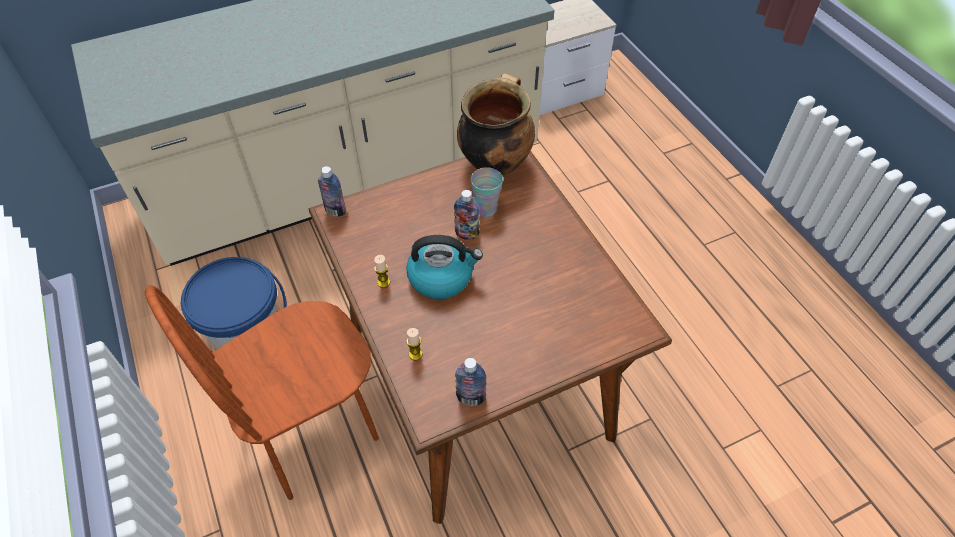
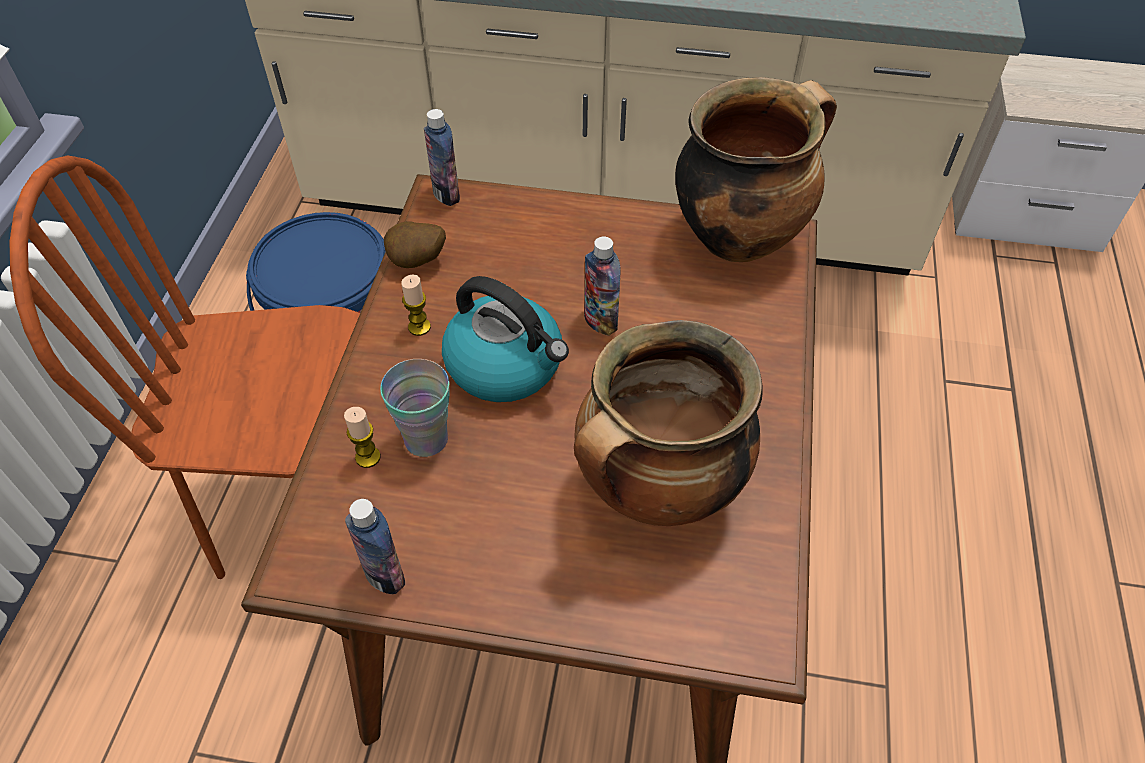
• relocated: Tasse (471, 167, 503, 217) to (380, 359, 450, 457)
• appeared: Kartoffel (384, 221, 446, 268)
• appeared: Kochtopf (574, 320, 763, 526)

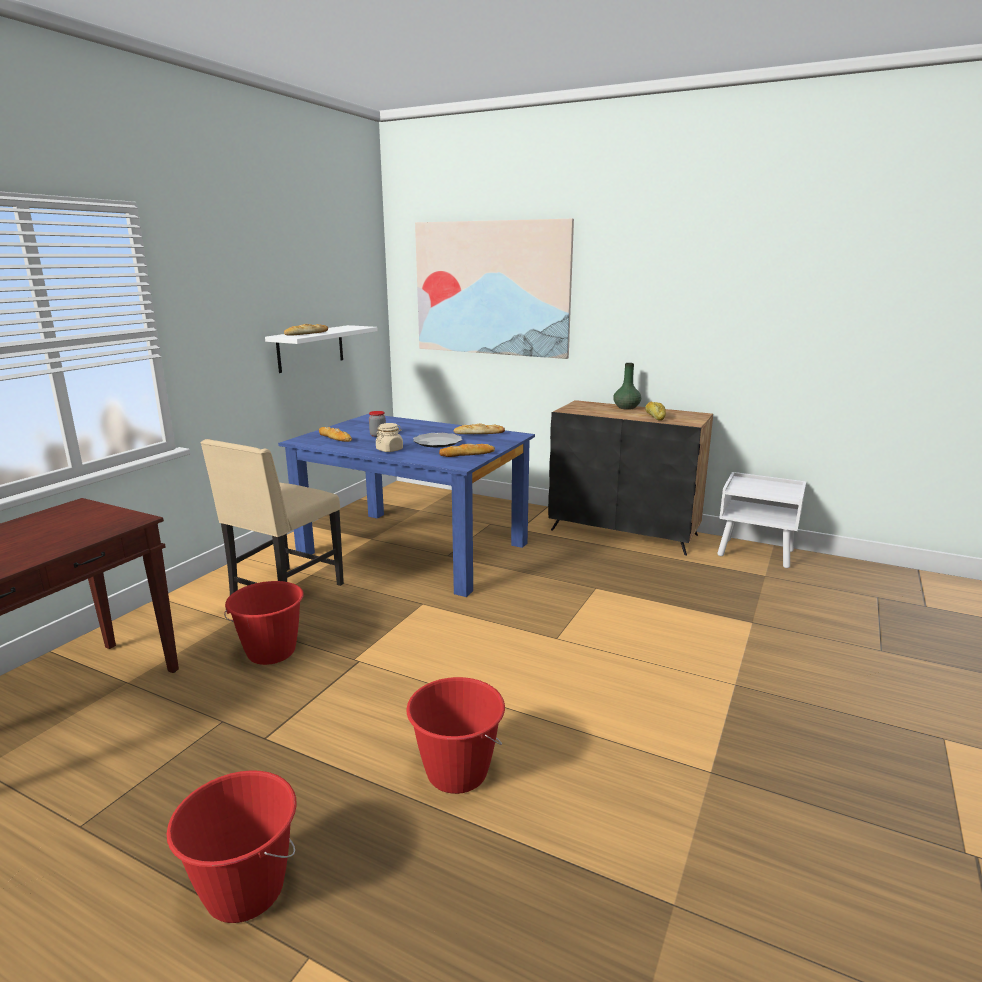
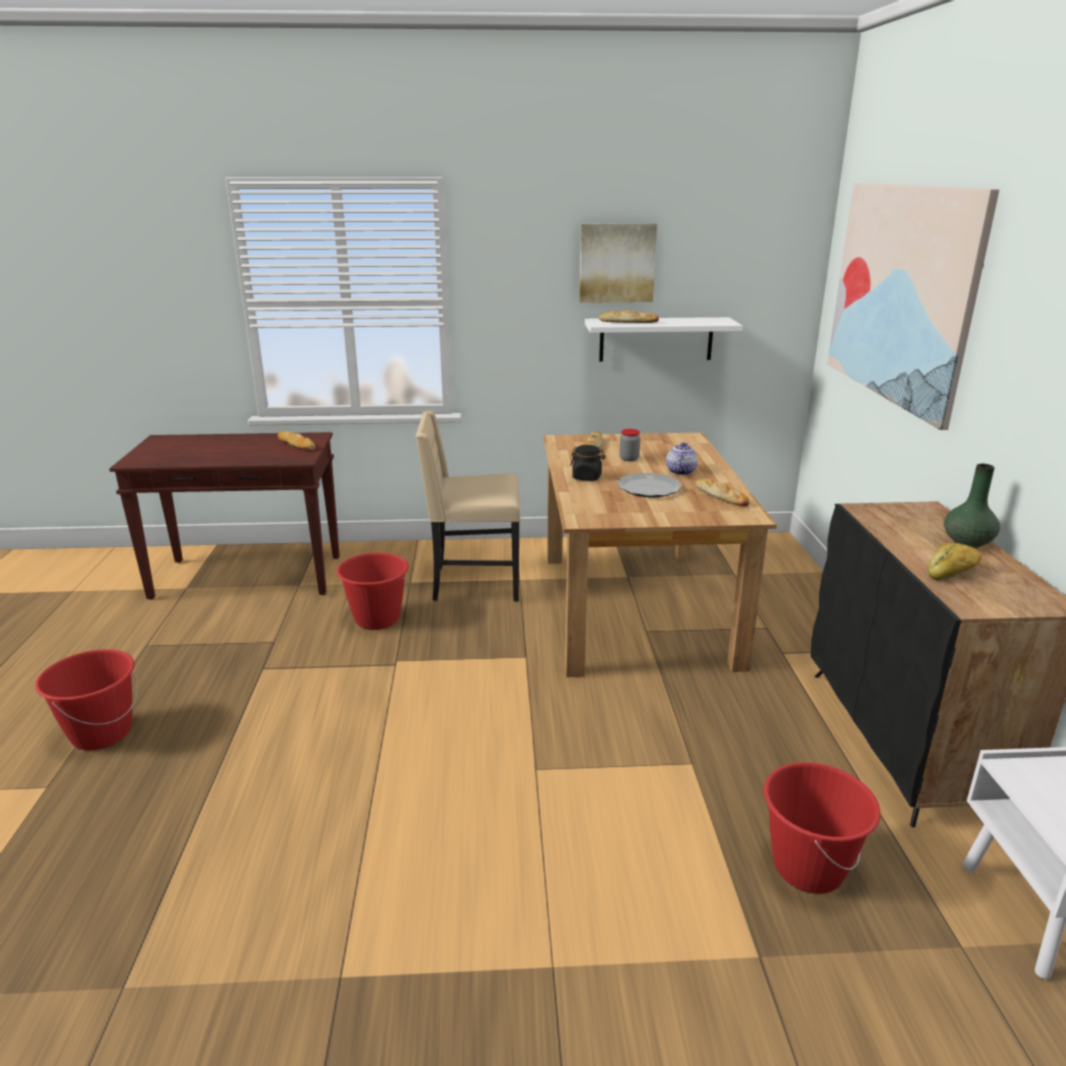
• colour: Esstisch [blau] (278, 414, 535, 597) to Esstisch [braun] (543, 433, 777, 677)
• colour: Vorratsglas [beige] (376, 423, 403, 452) to Vorratsglas [schwarz] (570, 445, 606, 481)
• relocated: Brot (439, 444, 495, 457) to (278, 431, 315, 450)
• relocated: Eimer [rot] (407, 677, 505, 794) to (764, 762, 881, 894)
• appeared: Bild (579, 223, 657, 303)
• appeared: Teekanne (666, 443, 698, 475)

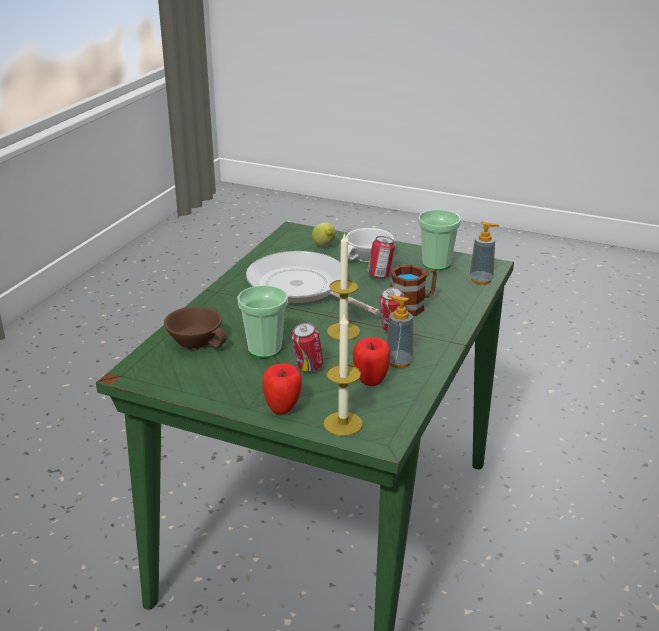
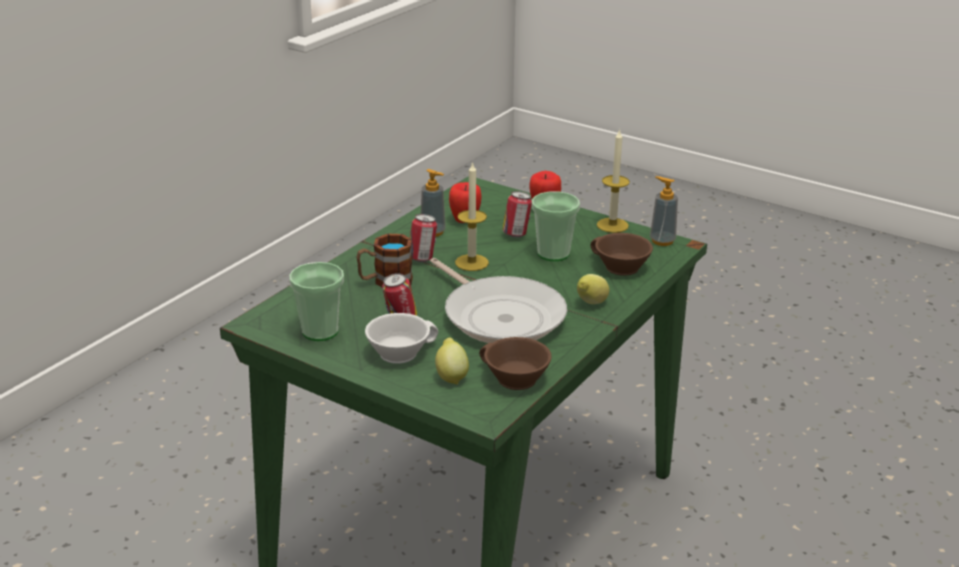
• relocated: Seifenspender (470, 221, 499, 285) to (650, 176, 678, 246)
• relocated: Kerze (324, 315, 363, 436) to (597, 129, 630, 233)
• appeared: Zitrone (577, 274, 609, 304)
• appeared: Tasse [braun] (479, 337, 552, 390)

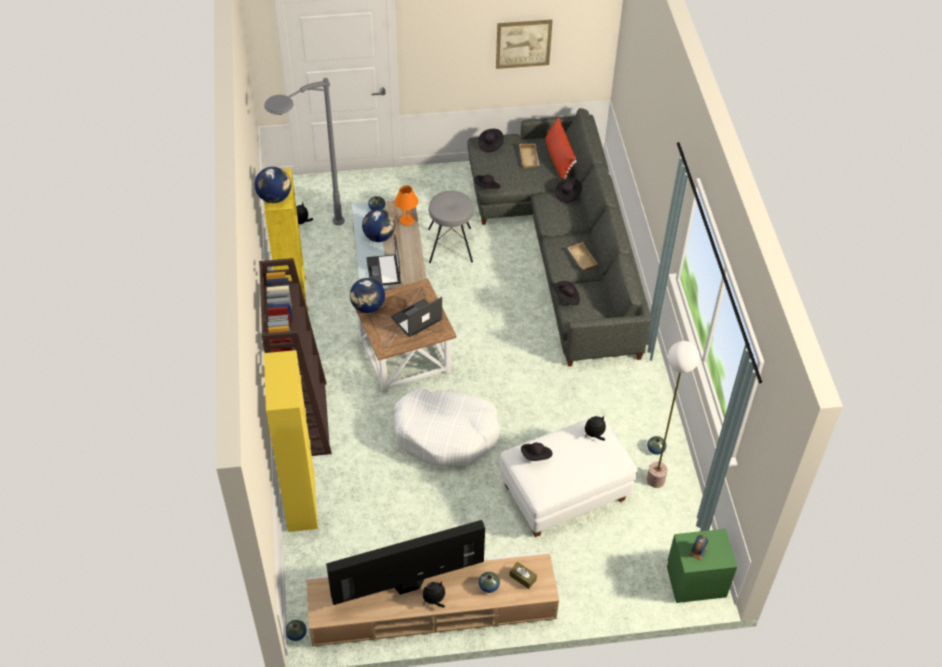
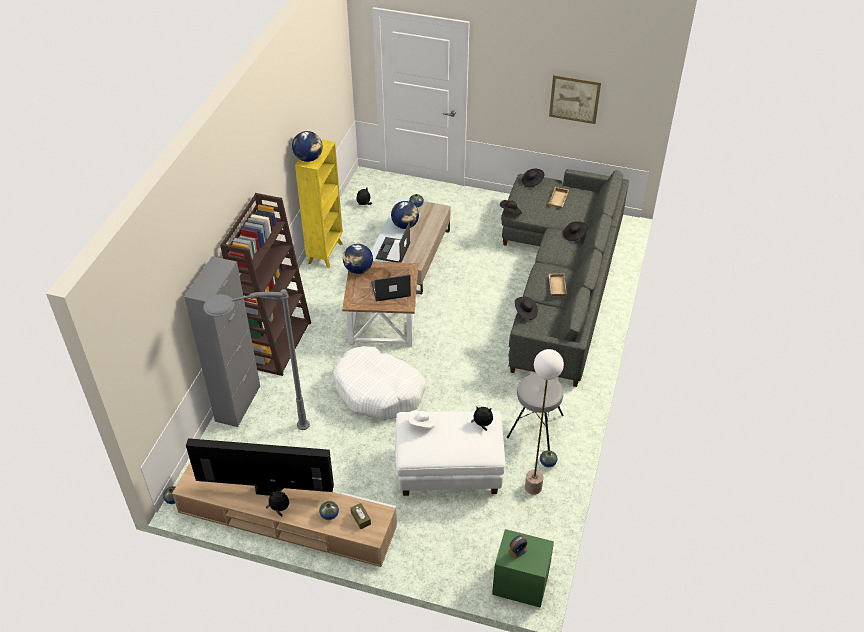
• relocated: Stehlampe [grau] (264, 78, 345, 225) to (203, 289, 310, 430)
• missing: Kissen [rot] (545, 118, 577, 179)
• missing: Tischlampe [orange] (394, 185, 418, 226)
• relocated: Hocker [grau] (428, 191, 473, 263) to (507, 373, 564, 450)
• colour: Schrank [gelb] (264, 350, 318, 532) to Schrank [grau] (184, 256, 260, 427)
• colour: Hut [schwarz] (521, 442, 553, 461) to Hut [weiß] (408, 410, 437, 428)

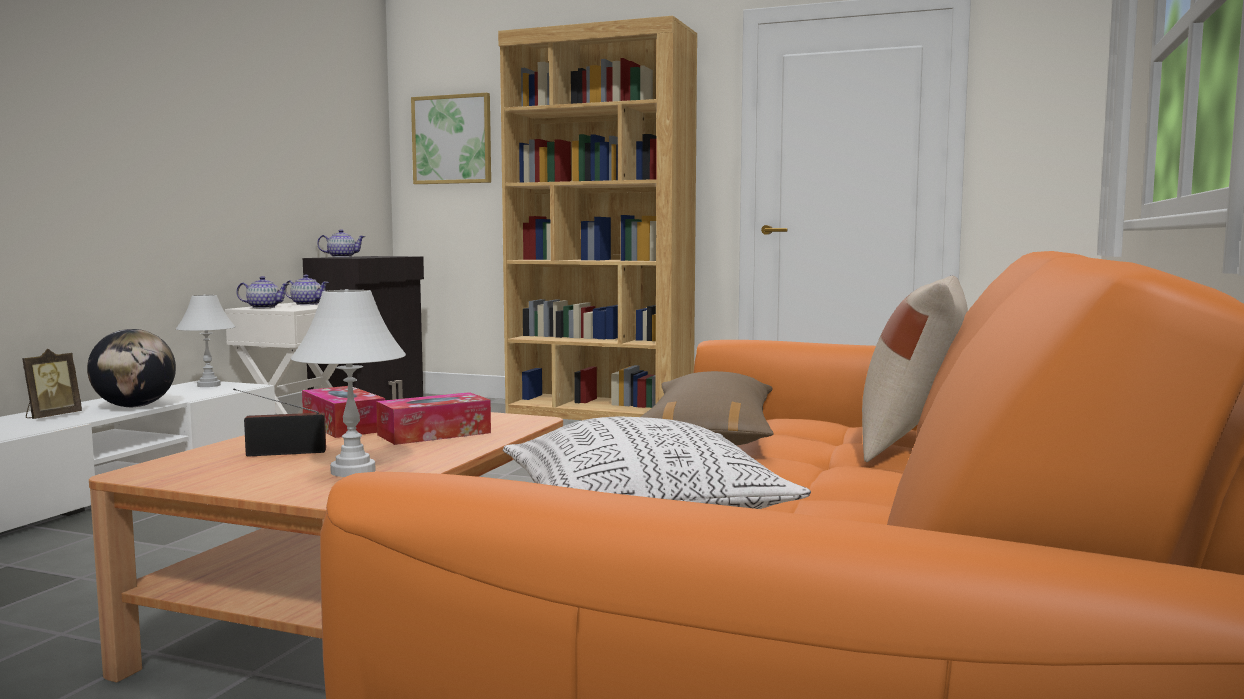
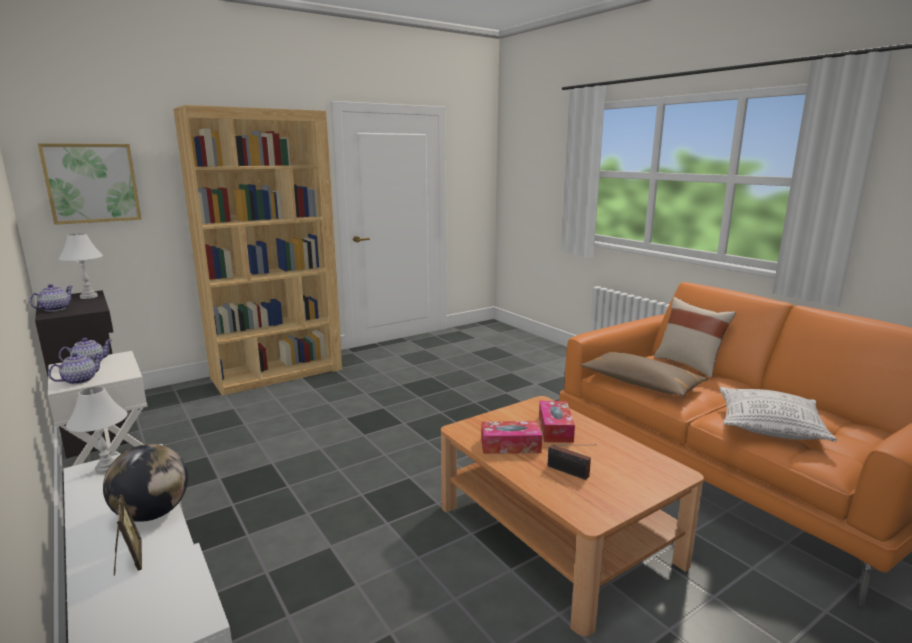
• relocated: Tischlampe [weiß] (290, 289, 406, 477) to (58, 233, 104, 299)
• spun: Radio (233, 389, 326, 457) = (548, 445, 591, 480) 75 degrees counterclockwise

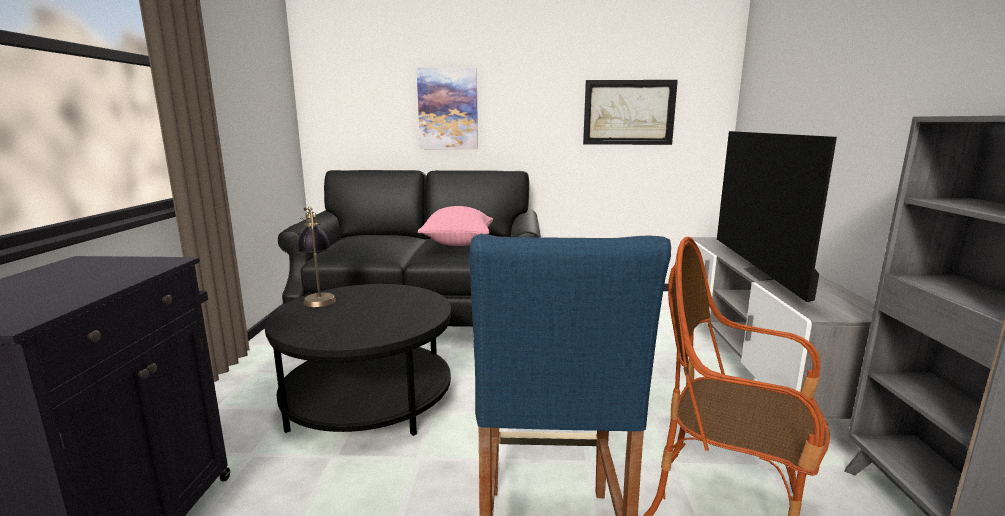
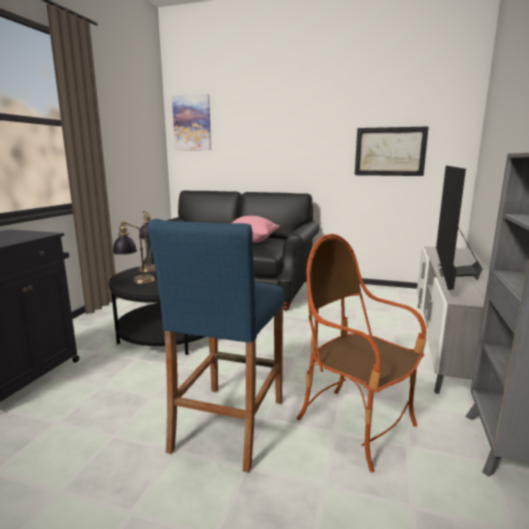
• relocated: Bild (417, 68, 478, 149) to (172, 94, 211, 151)
• appeared: Tischlampe (113, 220, 155, 284)

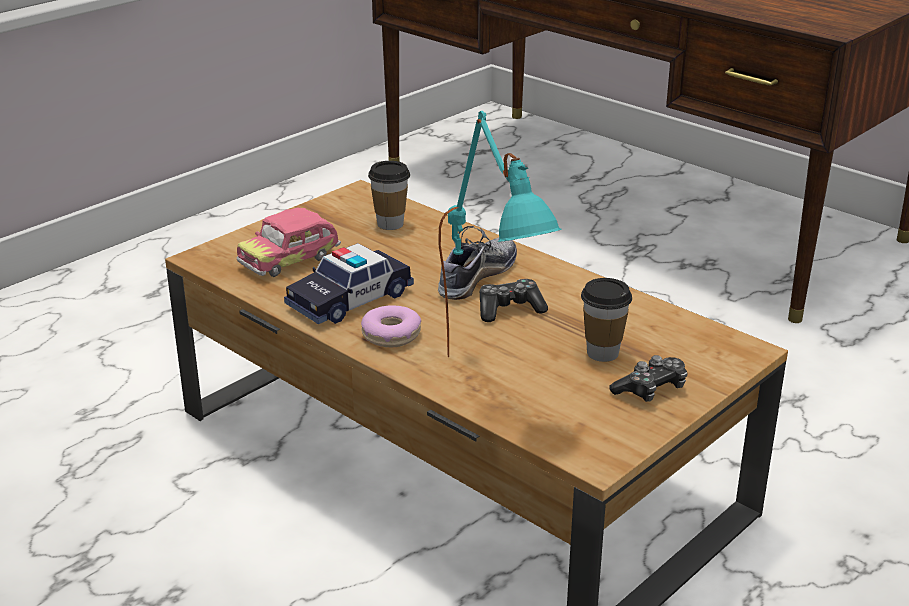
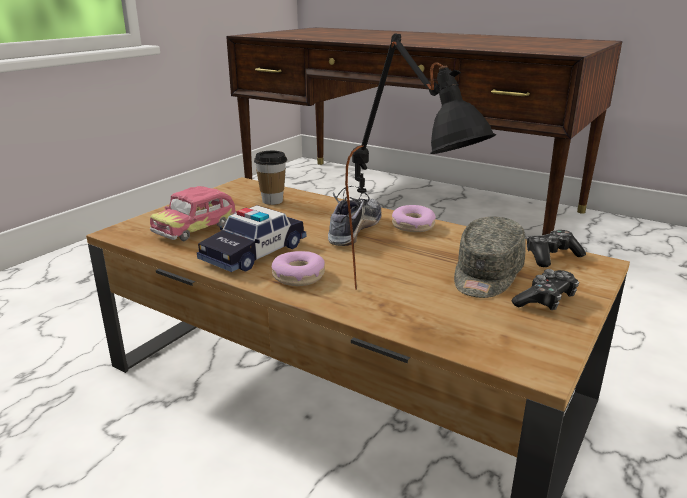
• colour: Tischlampe [türkis] (438, 111, 561, 357) to Tischlampe [schwarz] (345, 34, 496, 290)
• exchanged: Tasse (581, 278, 632, 362) to Kappe [grau] (454, 217, 526, 298)
• relocated: Gamepad (480, 279, 548, 322) to (527, 230, 586, 267)
• appeared: Donut (392, 205, 436, 232)

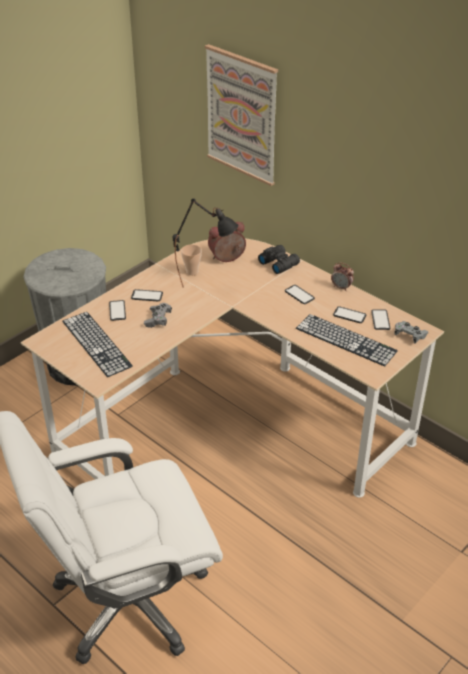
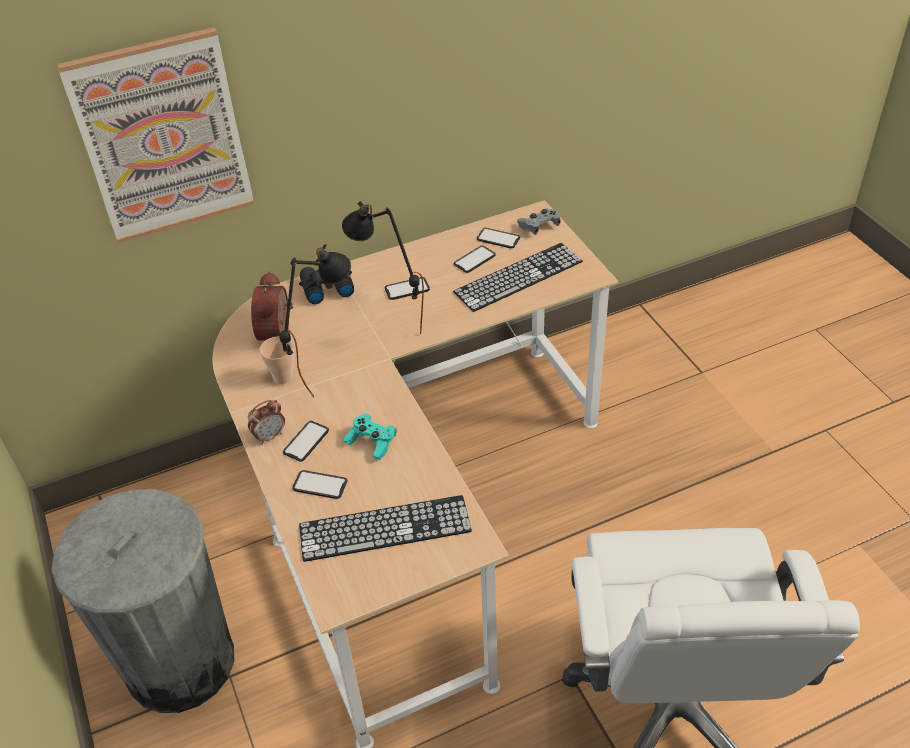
• relocated: Wecker (331, 262, 354, 291) to (248, 400, 285, 444)
• colour: Gamepad [grau] (144, 303, 172, 328) to Gamepad [türkis] (343, 414, 397, 460)
• appeared: Tischlampe [schwarz] (342, 201, 424, 334)

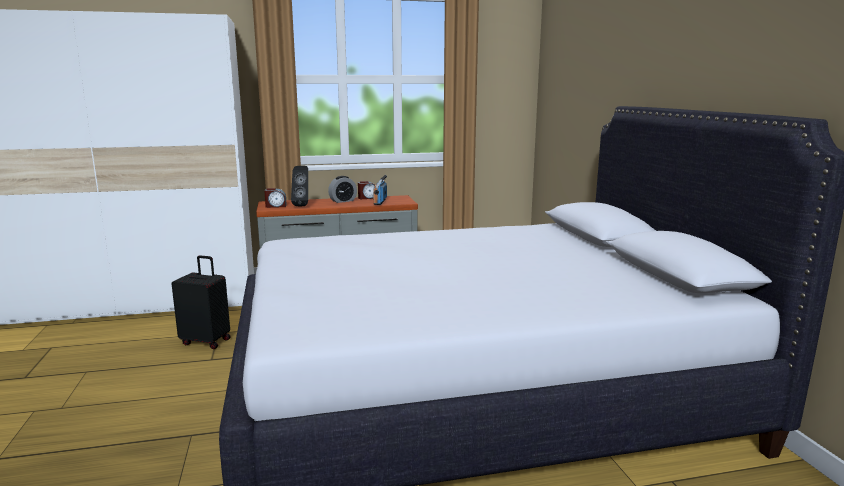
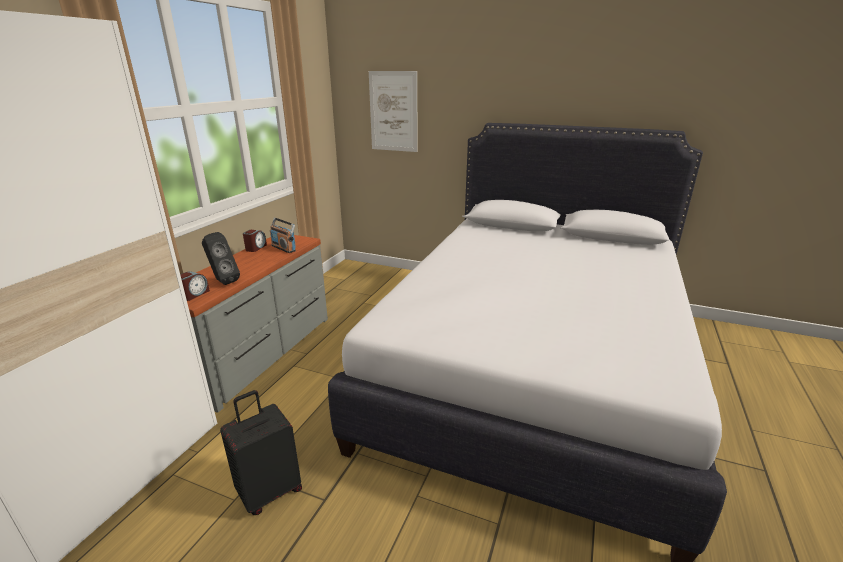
• missing: Wecker (328, 176, 357, 203)
• appeared: Bild (369, 71, 418, 152)

